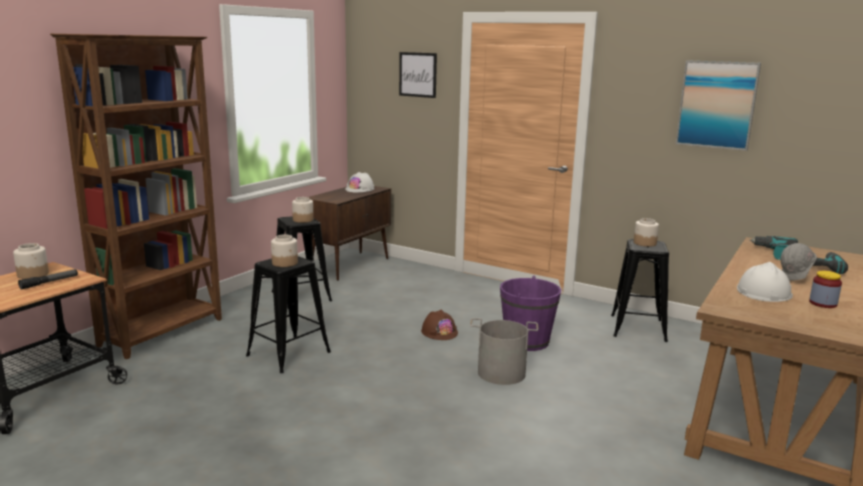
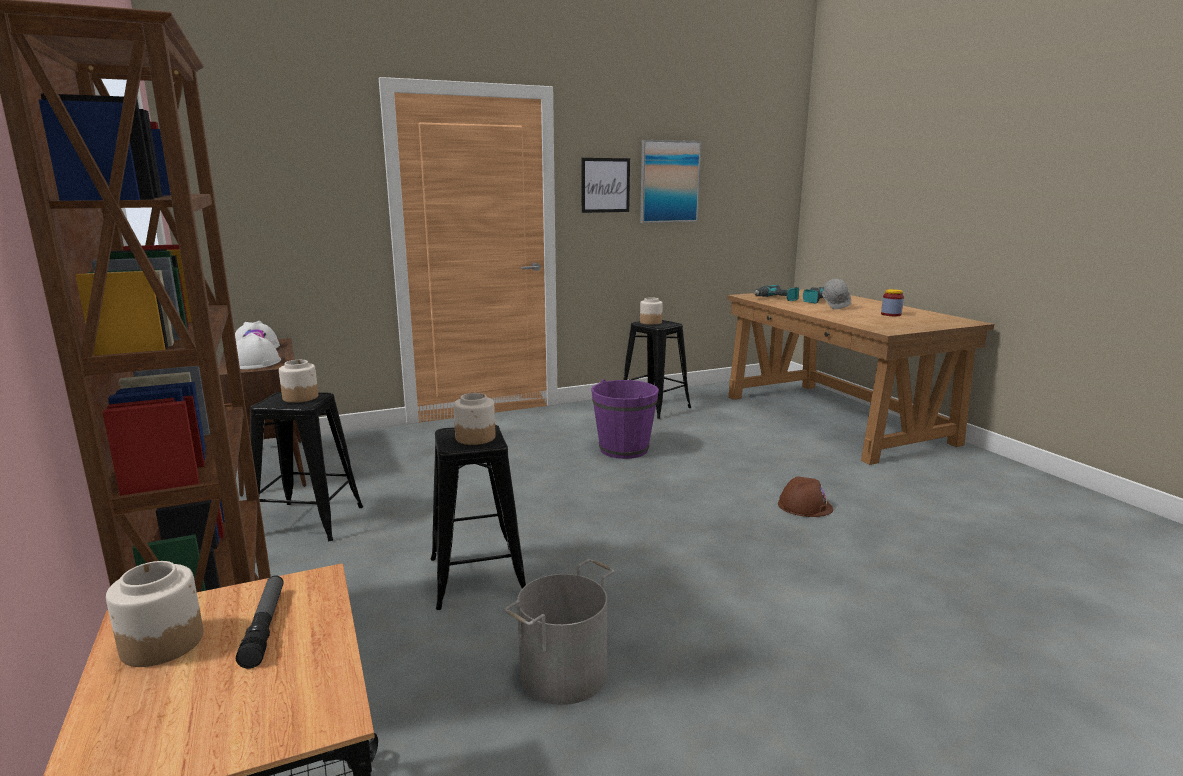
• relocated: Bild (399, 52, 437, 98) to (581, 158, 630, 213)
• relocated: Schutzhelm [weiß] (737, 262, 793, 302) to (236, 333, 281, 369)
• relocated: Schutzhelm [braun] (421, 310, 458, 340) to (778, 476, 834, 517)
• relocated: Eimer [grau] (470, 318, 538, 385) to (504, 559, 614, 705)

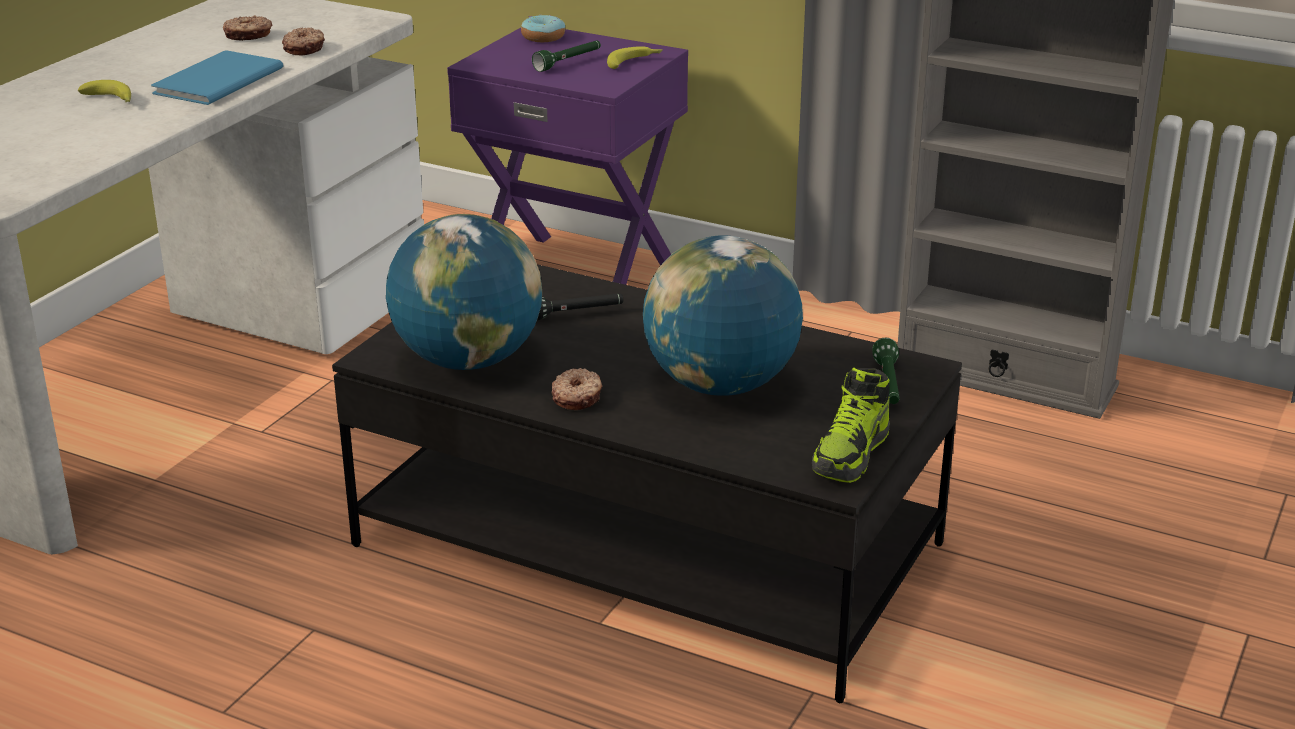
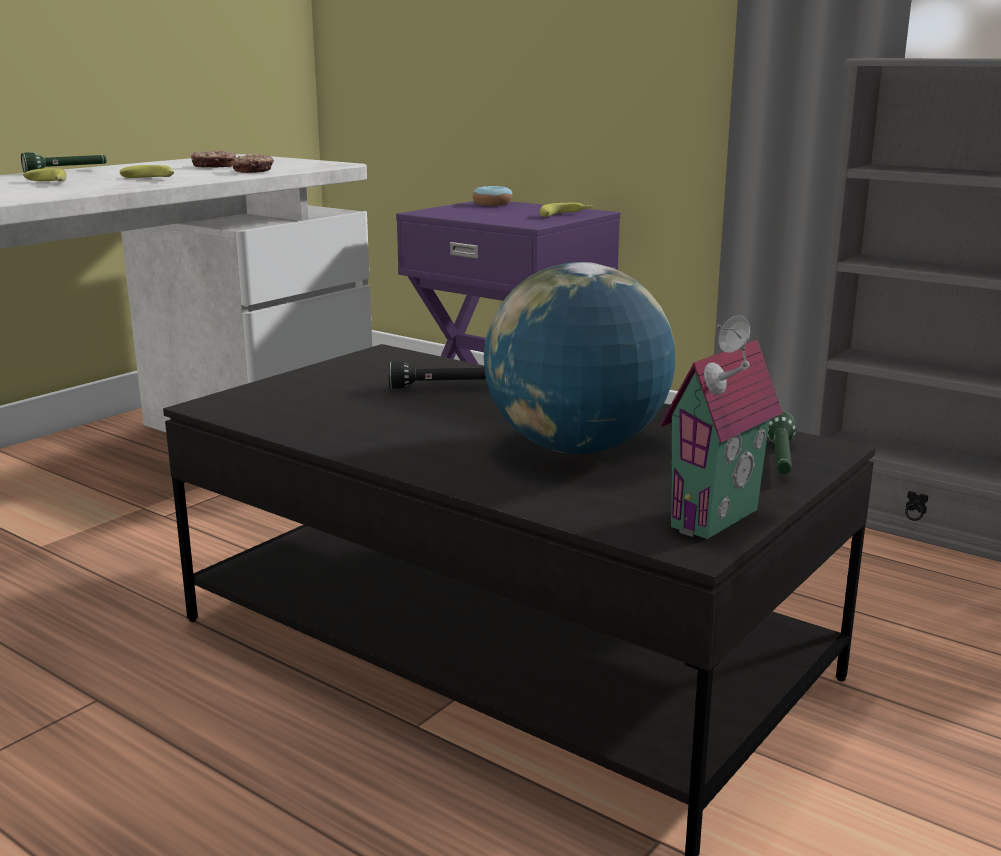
• relocated: Taschenlampe [grün] (532, 40, 601, 72) to (21, 152, 107, 173)
• exchanged: Buch [blau] (151, 50, 283, 105) to Banane (120, 165, 174, 178)
• missing: Globus (386, 214, 542, 370)
• exchanged: Schuh (812, 367, 890, 483) to Spielzeughaus (660, 315, 782, 539)
• missing: Donut (551, 368, 603, 410)

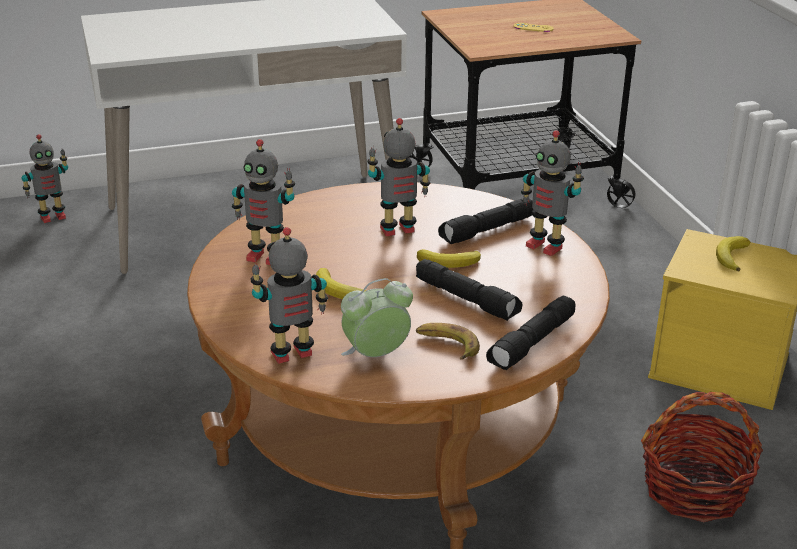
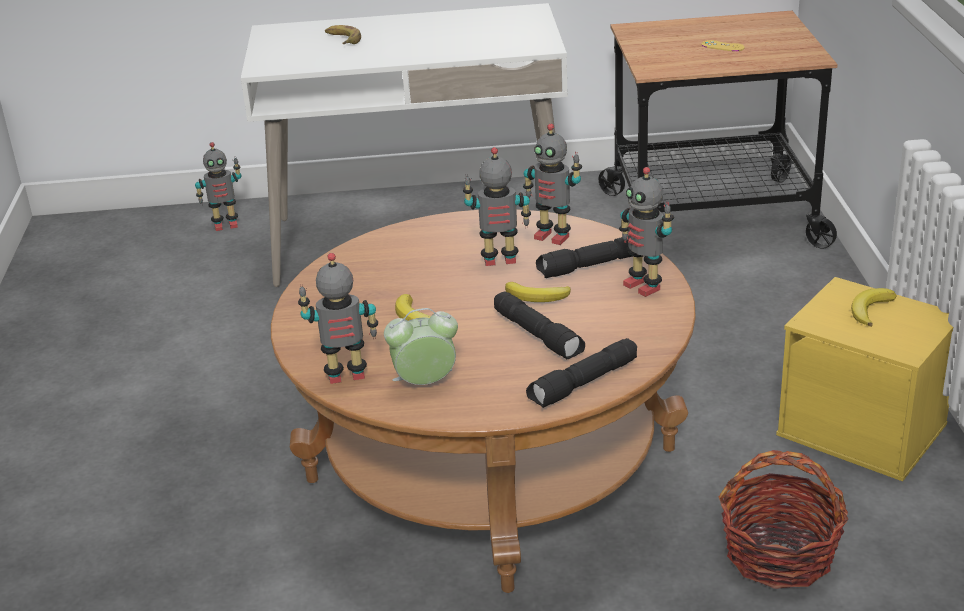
• relocated: Spielzeugroboter (232, 139, 295, 265) to (523, 124, 582, 245)
• relocated: Banane (416, 323, 480, 360) to (325, 25, 361, 44)

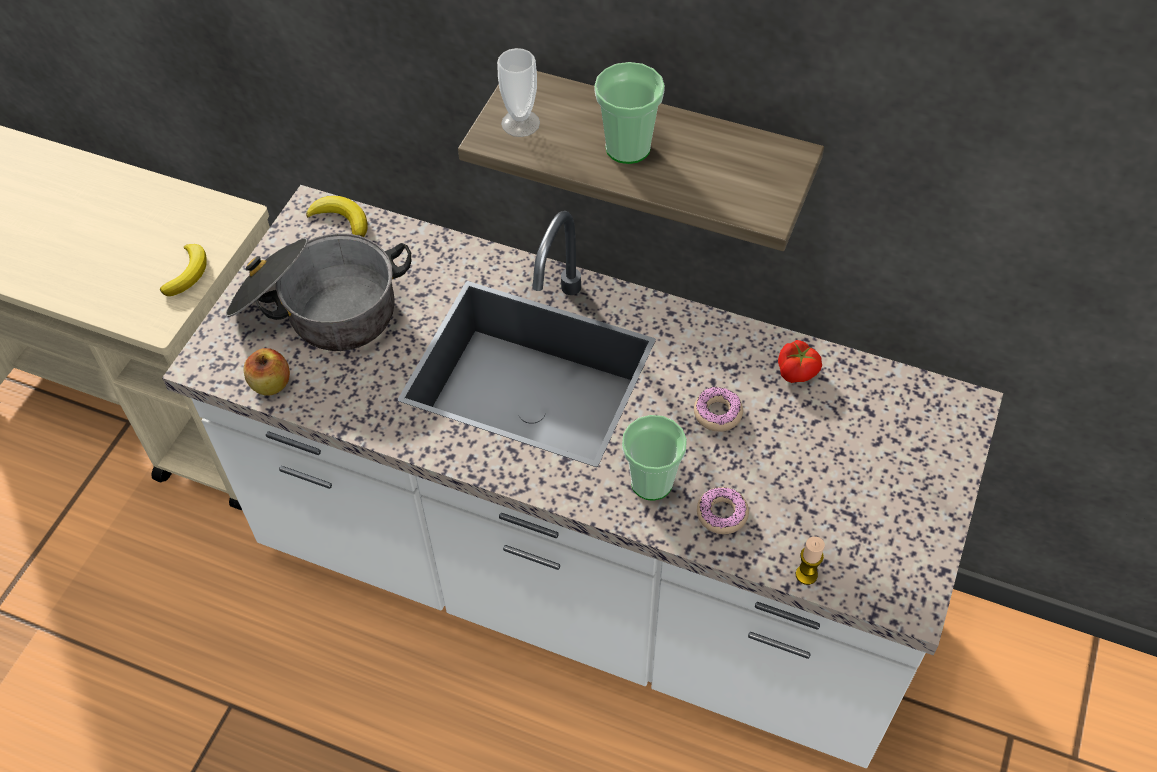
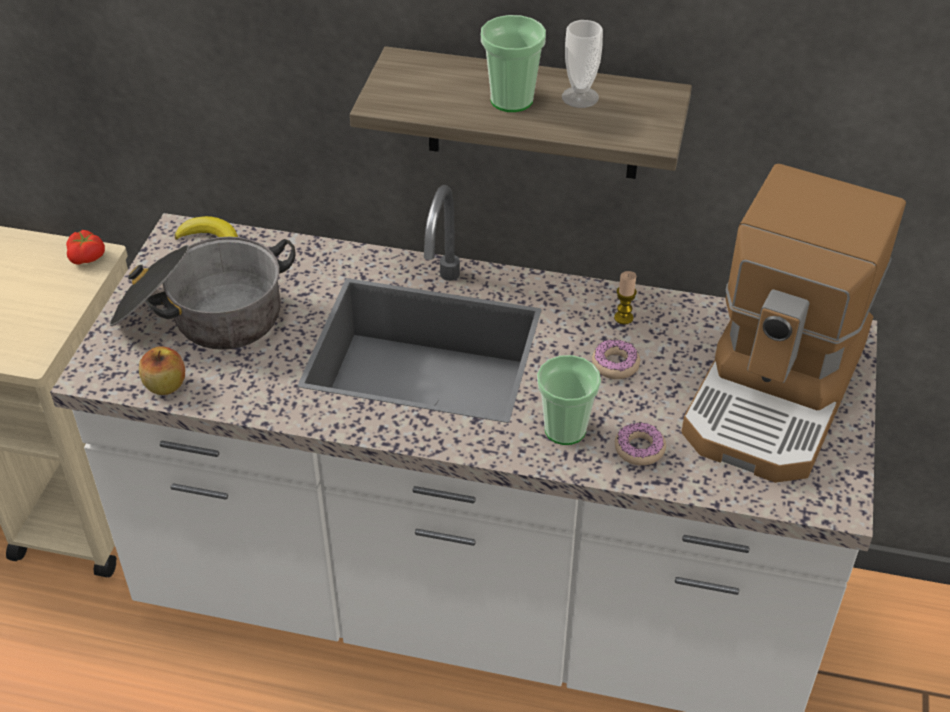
• relocated: Tasse (497, 48, 540, 137) to (562, 20, 603, 108)
• missing: Banane (160, 244, 207, 296)
• relocated: Tomate (778, 340, 822, 383) to (66, 230, 105, 265)
• relocated: Kerze (796, 537, 825, 585) to (614, 271, 637, 325)
• appeared: Kaffeemaschine (682, 164, 906, 483)

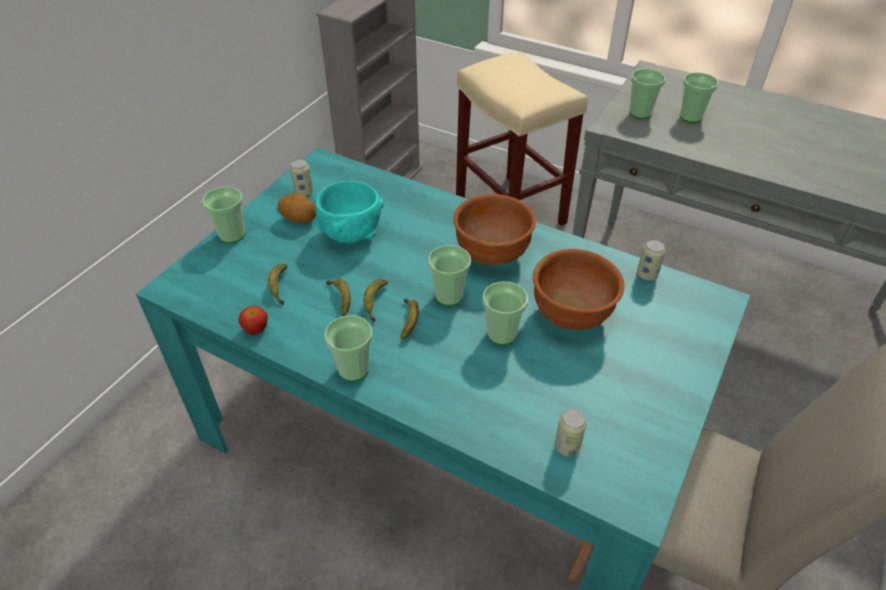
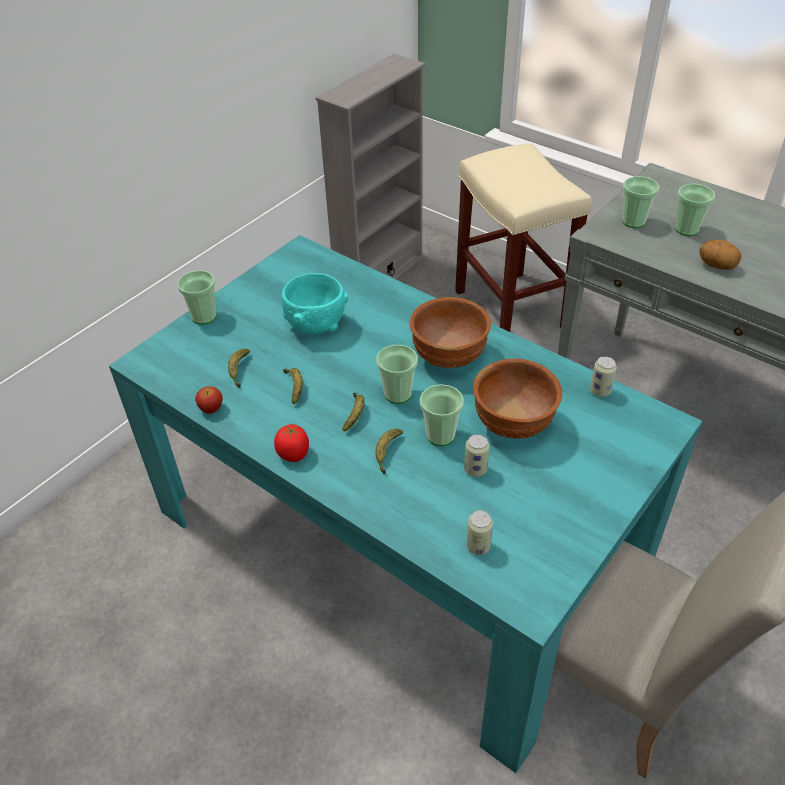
• relocated: Dose (290, 159, 313, 196) to (464, 434, 490, 477)
• relocated: Kartoffel (278, 193, 316, 223) to (699, 239, 742, 270)
• relocated: Banane (364, 279, 388, 323) to (375, 428, 403, 474)
• exchanged: Tasse (324, 315, 373, 381) to Tomate (274, 424, 309, 462)

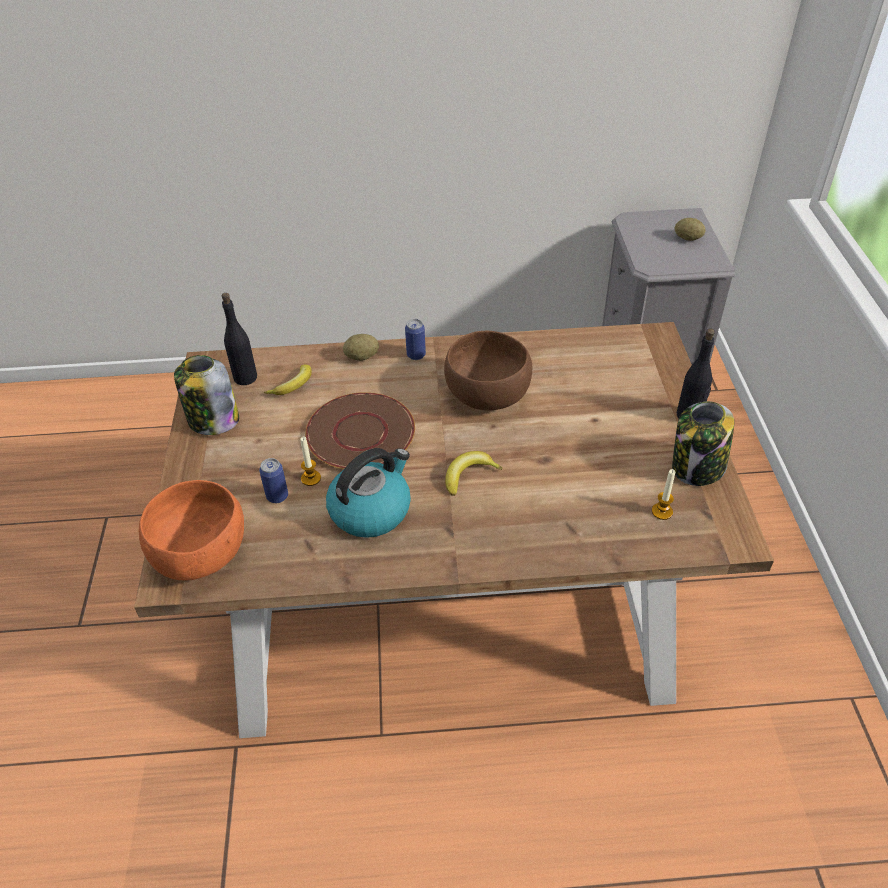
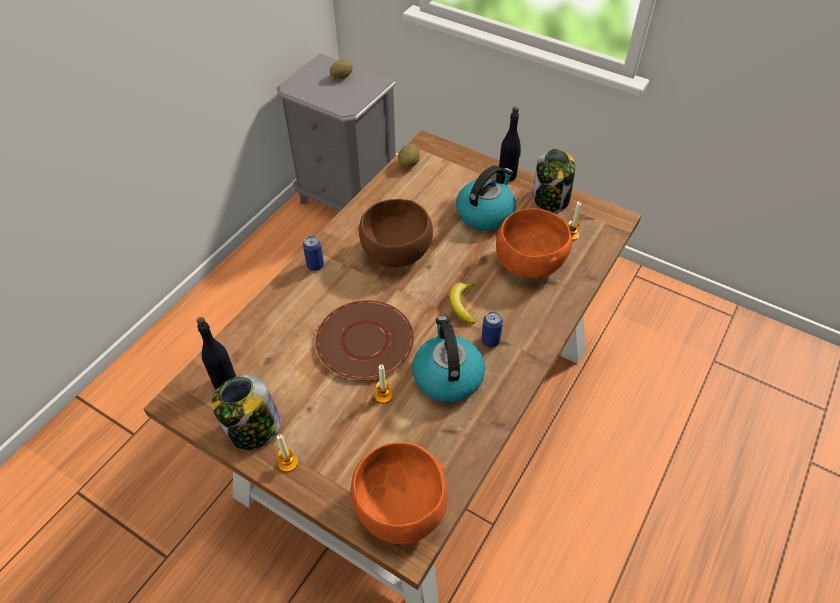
• relocated: Kartoffel (343, 334, 379, 361) to (398, 144, 420, 168)
• missing: Banane (264, 365, 312, 395)
• relocated: Dose (259, 458, 288, 503) to (481, 311, 503, 348)
• appeared: Wasserkessel (456, 165, 516, 231)
• appeared: Schüssel [orange] (496, 208, 572, 278)
• appeared: Kerze (277, 434, 298, 472)

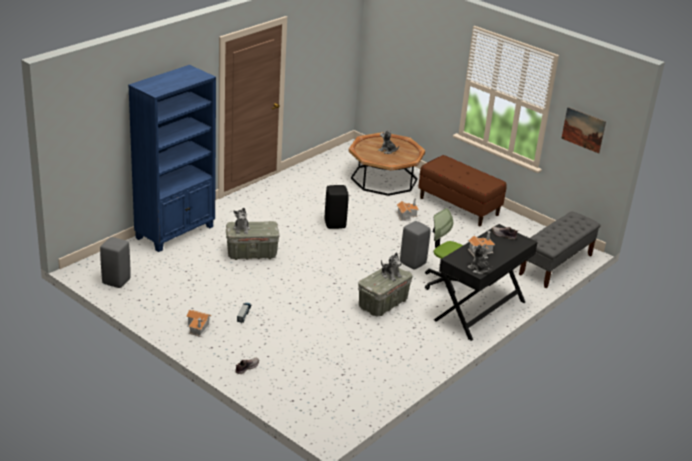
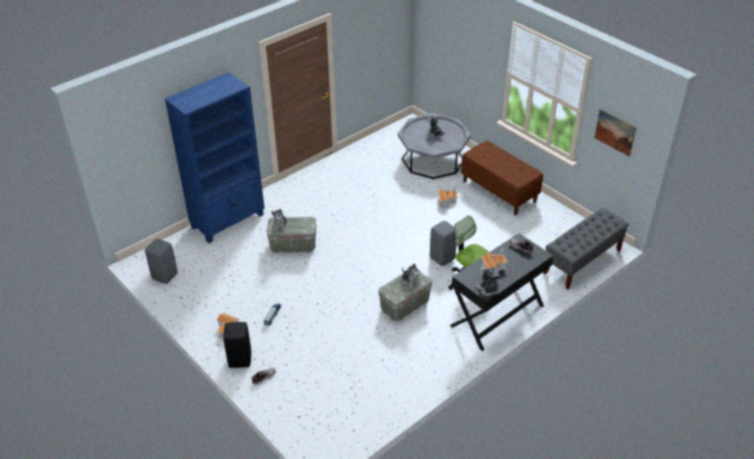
• colour: Couchtisch [braun] (349, 132, 425, 196) to Couchtisch [grau] (398, 113, 471, 179)
• relocated: Hocker [schwarz] (325, 185, 349, 229) to (223, 322, 251, 368)

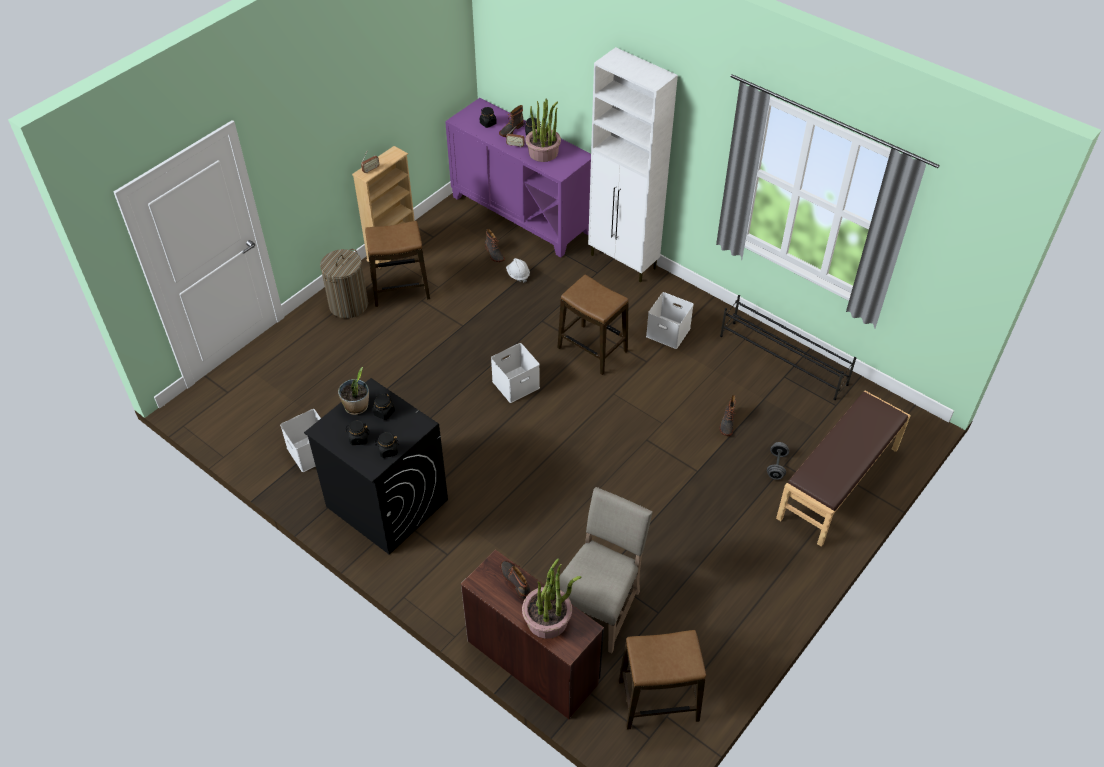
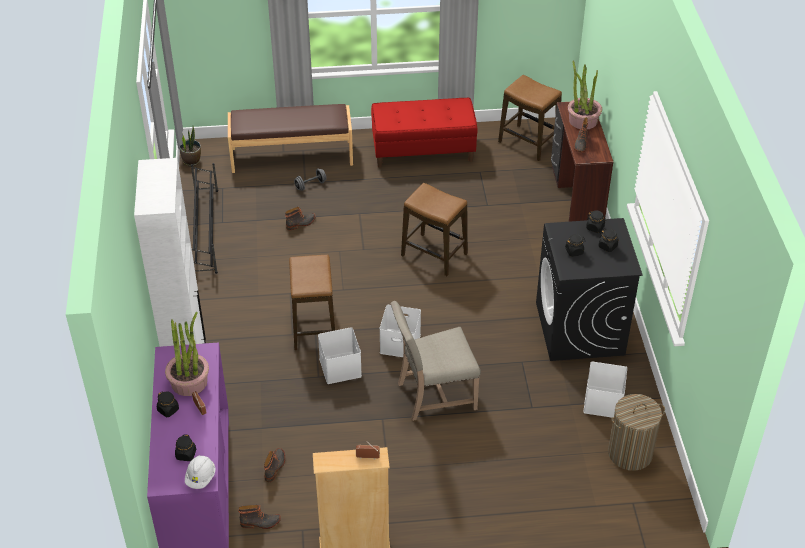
• relocated: Stiefel (499, 105, 524, 137) to (238, 505, 281, 529)
• relocated: Hocker (365, 221, 430, 307) to (401, 183, 468, 276)
• relocated: Wäschekorb (320, 249, 368, 318) to (608, 394, 665, 471)
• relocated: Schutzhelm [weiß] (506, 258, 530, 283) to (185, 455, 215, 489)
• relocated: Aufbewahrungsbox [weiß] (646, 292, 694, 349) to (318, 327, 362, 384)
• relocated: Topfpflanze (338, 367, 369, 415) to (180, 126, 201, 167)
• relocated: Stuhl [beige] (553, 487, 653, 653) to (390, 301, 481, 421)
• appeared: Bank [rot] (371, 98, 477, 168)

